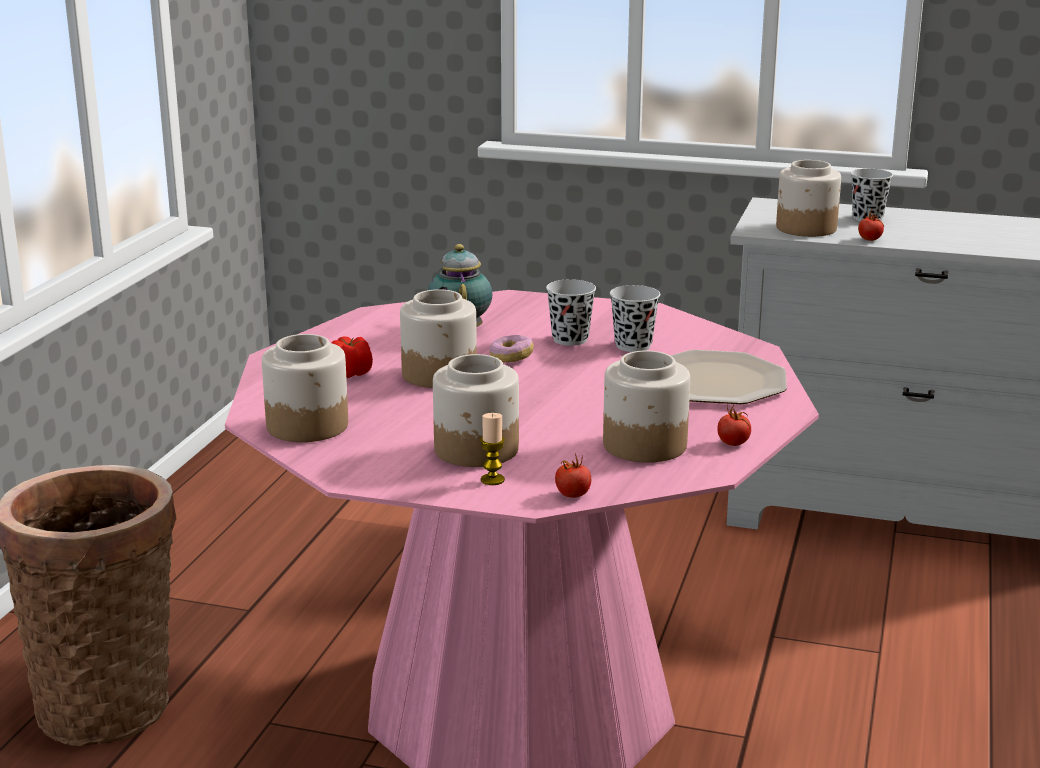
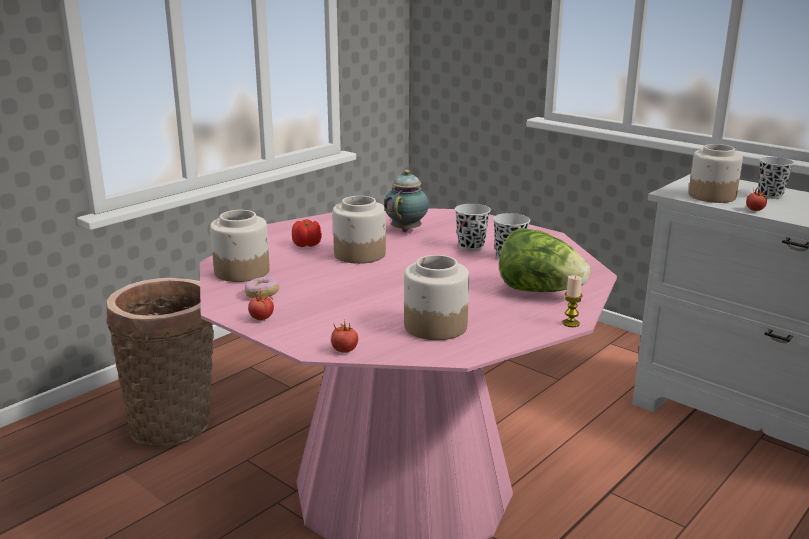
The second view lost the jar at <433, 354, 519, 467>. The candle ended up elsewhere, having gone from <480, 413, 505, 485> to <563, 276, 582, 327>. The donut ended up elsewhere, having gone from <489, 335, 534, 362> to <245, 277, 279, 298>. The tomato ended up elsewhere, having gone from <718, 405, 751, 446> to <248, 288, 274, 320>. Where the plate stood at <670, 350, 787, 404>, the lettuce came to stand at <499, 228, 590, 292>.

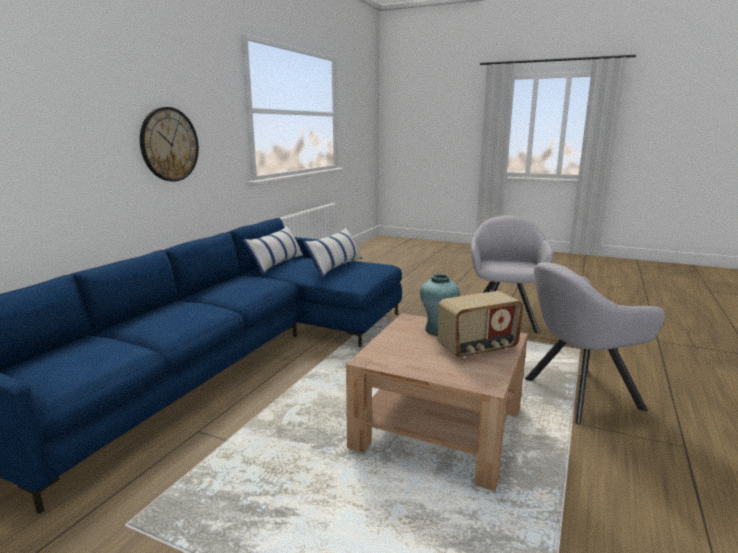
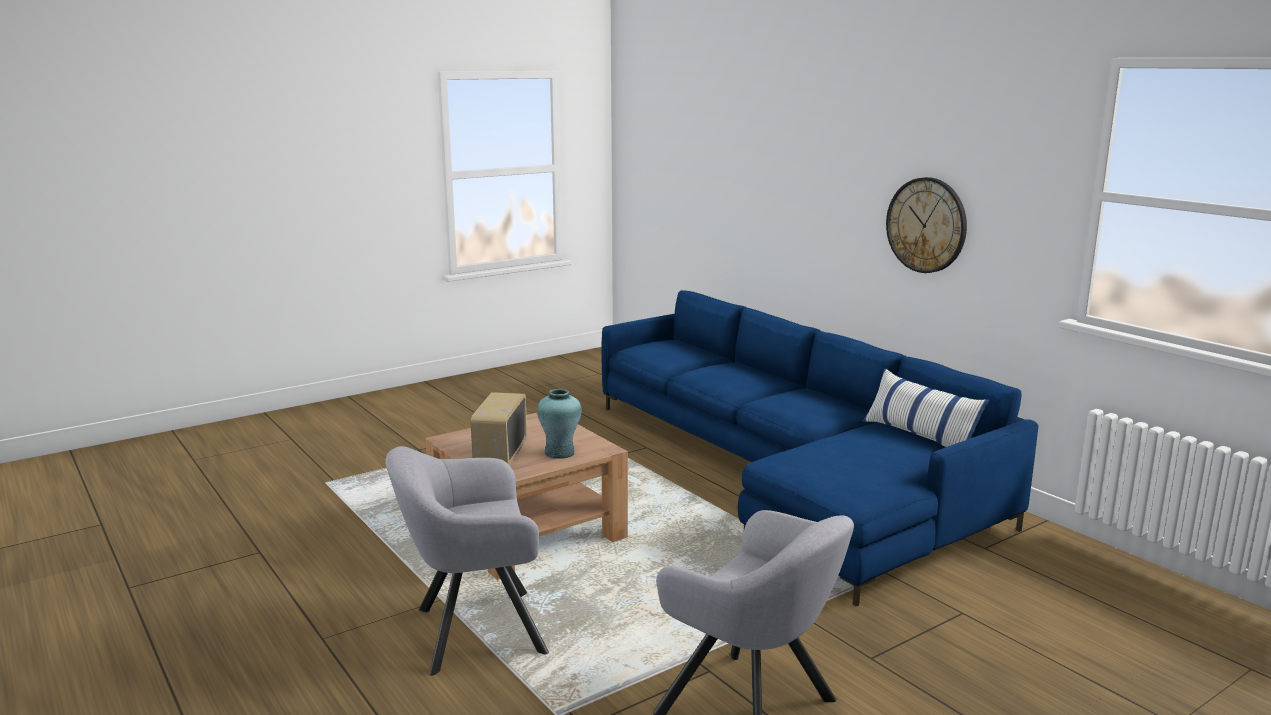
The second view lost the pillow at <303, 227, 362, 278>. The armchair/grey at <525, 262, 665, 424> ended up facing another way, 120 degrees counterclockwise from before.

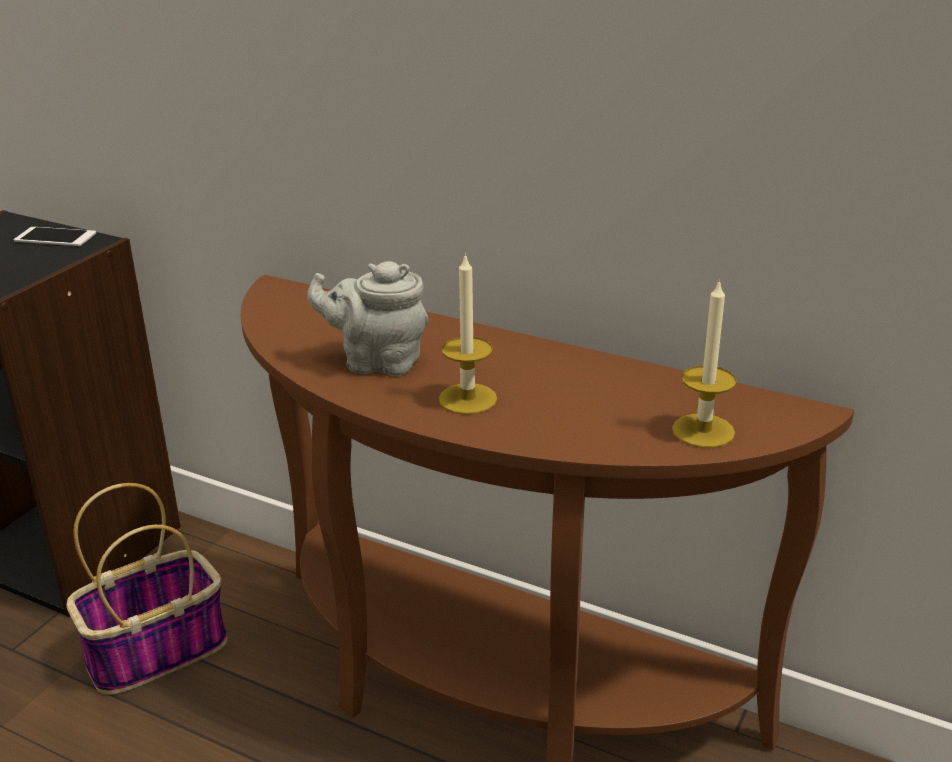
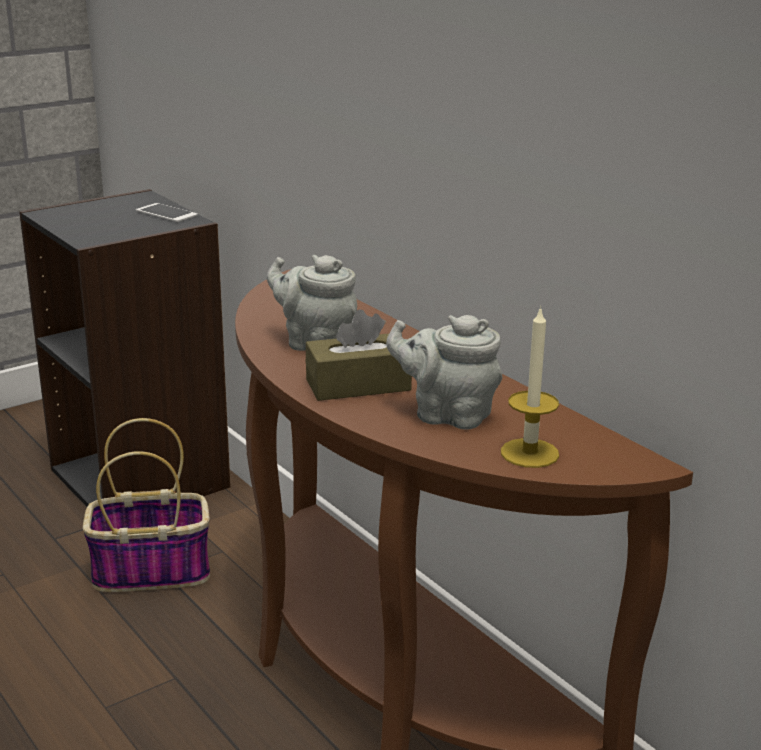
The second view gained the teapot/grey at <386, 315, 502, 430>. Where the candle stood at <439, 253, 497, 415>, the tissue box/brown came to stand at <306, 309, 412, 401>.

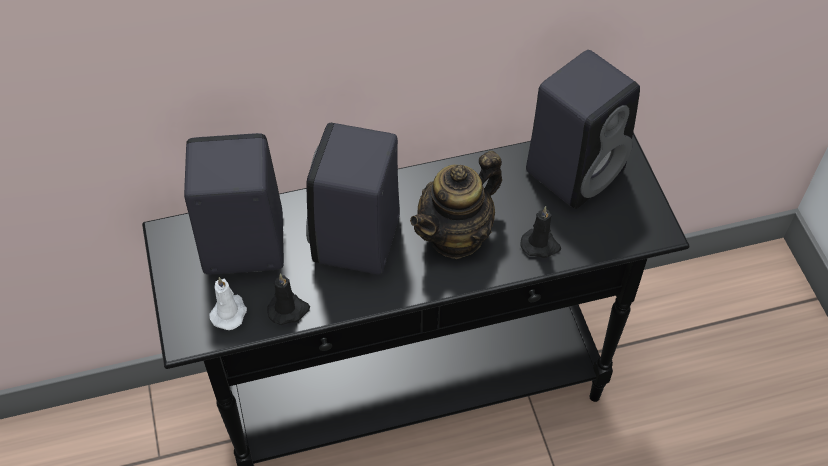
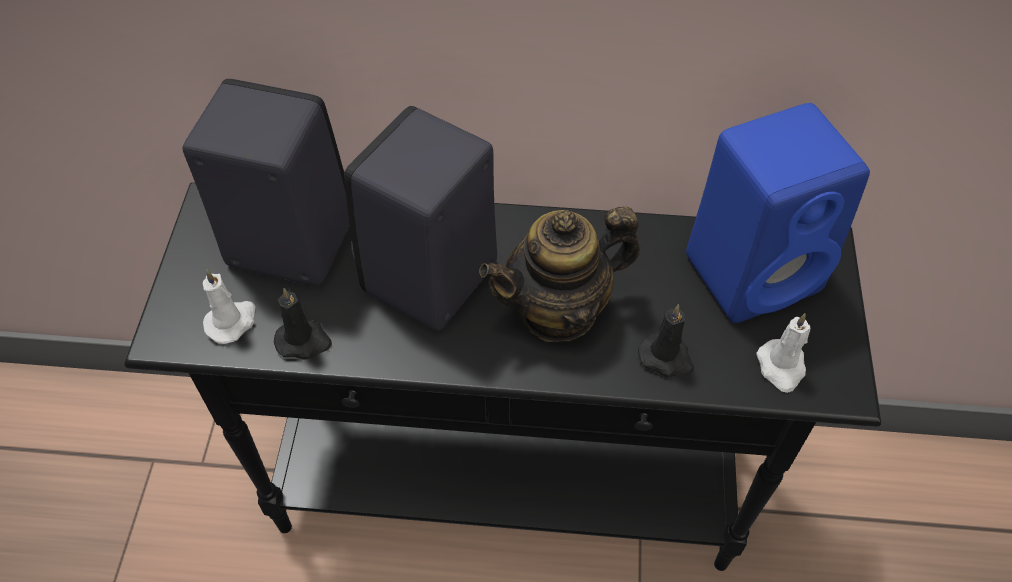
The second view gained the candle/white at <756, 313, 810, 393>. What was the speaker/black at <526, 50, 640, 209> turned into the speaker/blue at <686, 103, 870, 323>.

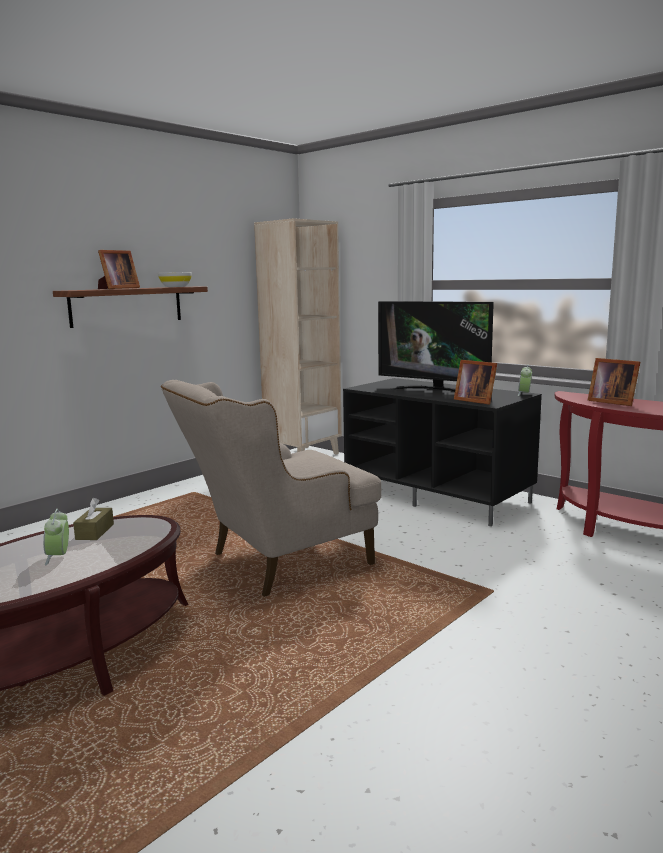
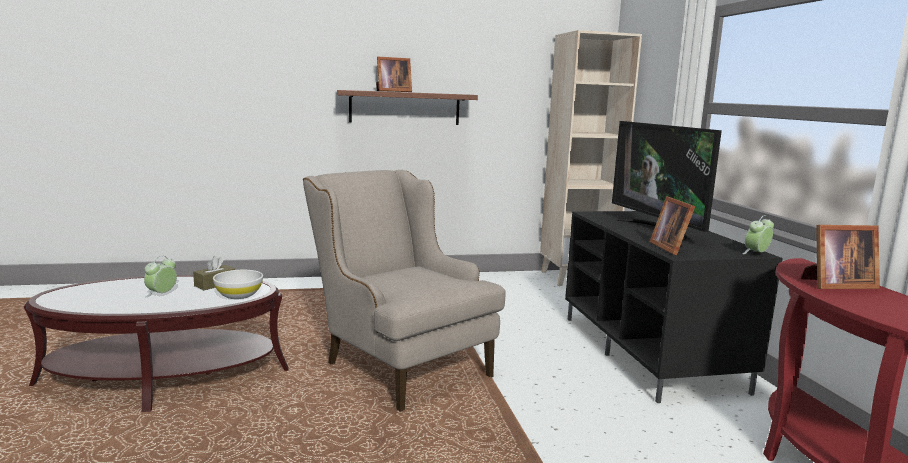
The bowl/white ended up elsewhere, having gone from <158, 272, 192, 287> to <213, 270, 263, 299>. The armchair/beige at <161, 380, 381, 597> ended up facing another way, 45 degrees clockwise from before. The picture frame at <588, 358, 640, 406> ended up facing another way, 90 degrees counterclockwise from before.

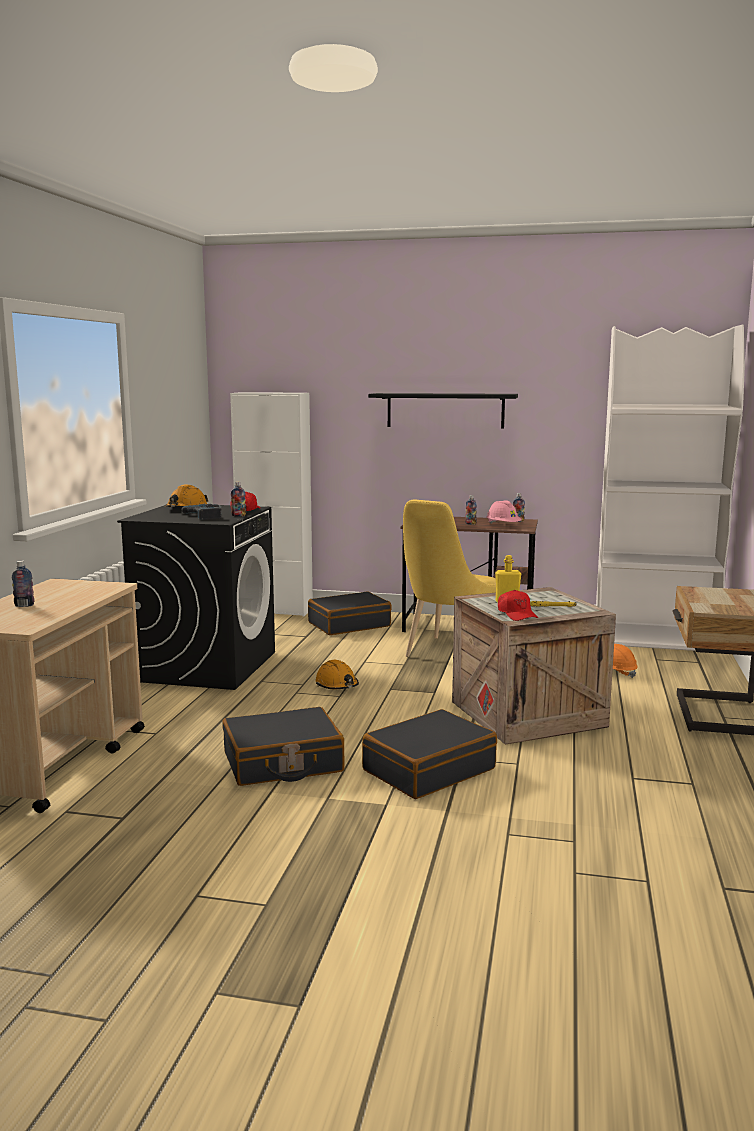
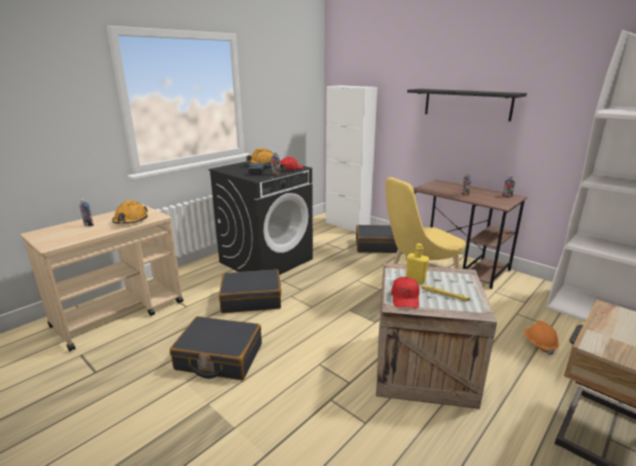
The second view lost the hard hat/pink at <487, 500, 522, 524>. The hard hat/orange ended up elsewhere, having gone from <315, 660, 359, 689> to <112, 201, 148, 224>. The suitcase/black ended up elsewhere, having gone from <362, 709, 497, 799> to <219, 269, 281, 313>.

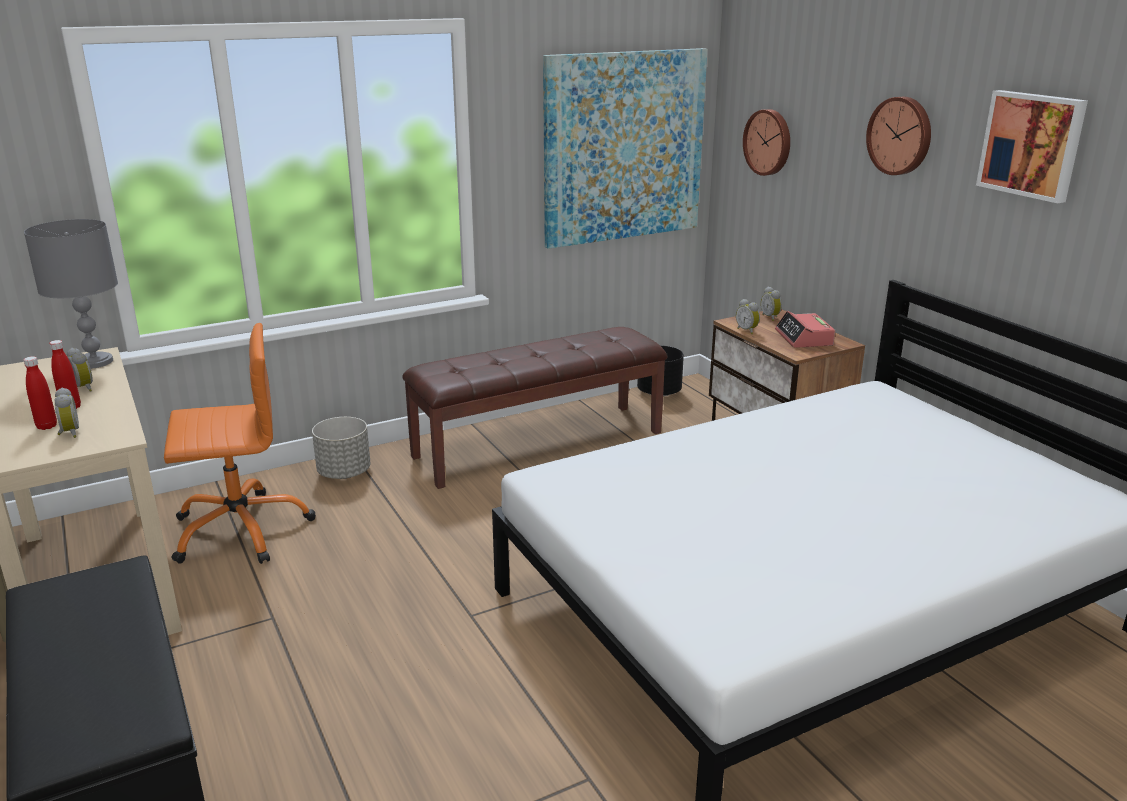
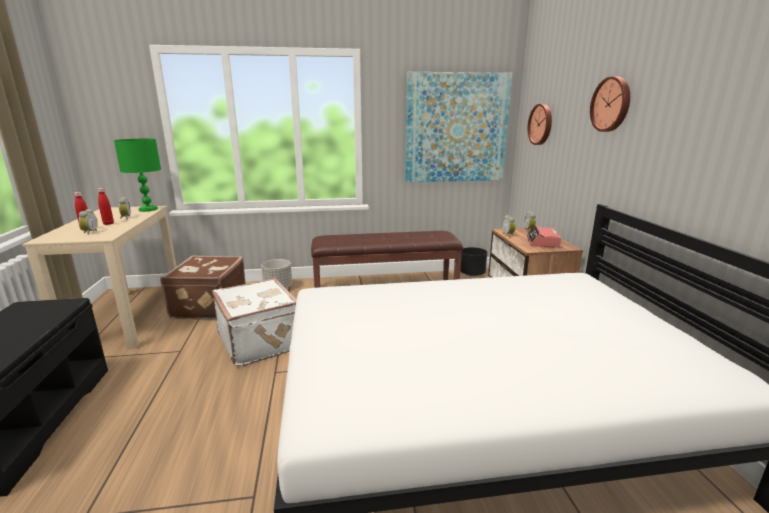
The second view lost the picture at <976, 90, 1088, 204>. The second view gained the suitcase/white at <212, 278, 297, 367>. Where the office chair/orange stood at <164, 323, 316, 564>, the suitcase/brown came to stand at <160, 255, 246, 320>. What was the table lamp/grey at <24, 219, 118, 369> turned into the table lamp/green at <114, 139, 161, 212>.

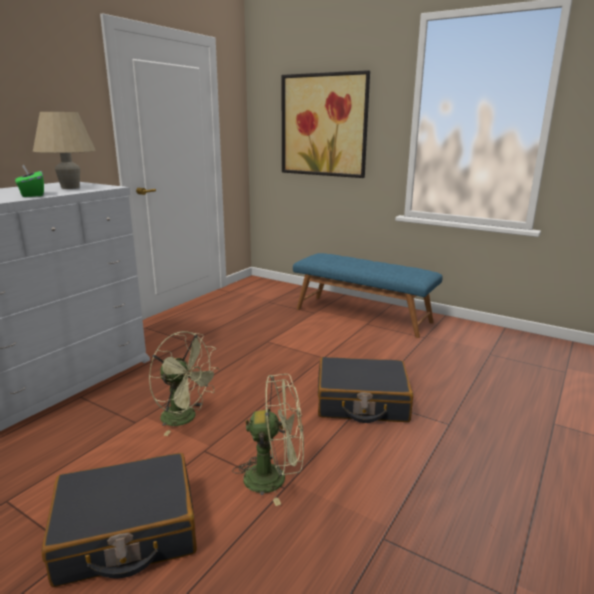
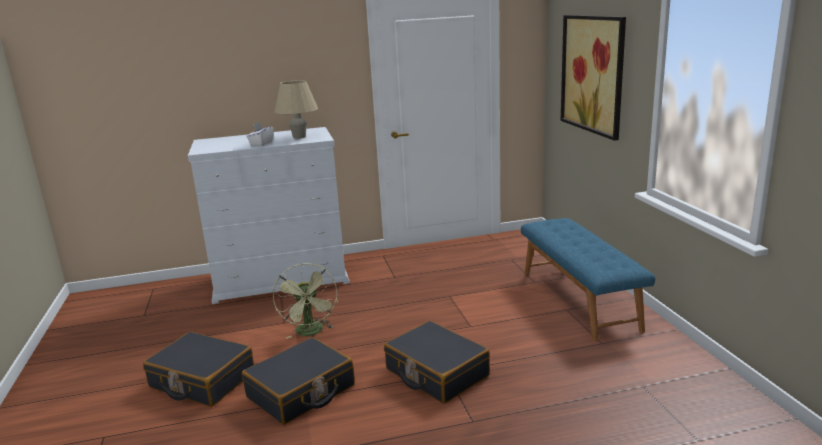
Where the fan/green stood at <232, 374, 304, 506>, the suitcase/black came to stand at <242, 337, 355, 424>. What was the tissue box/green at <15, 164, 44, 197> turned into the tissue box/white at <246, 122, 274, 146>.

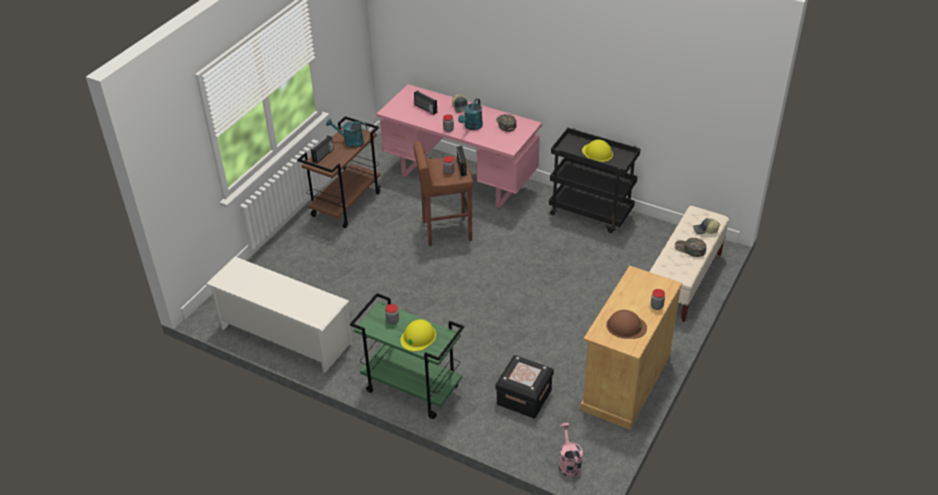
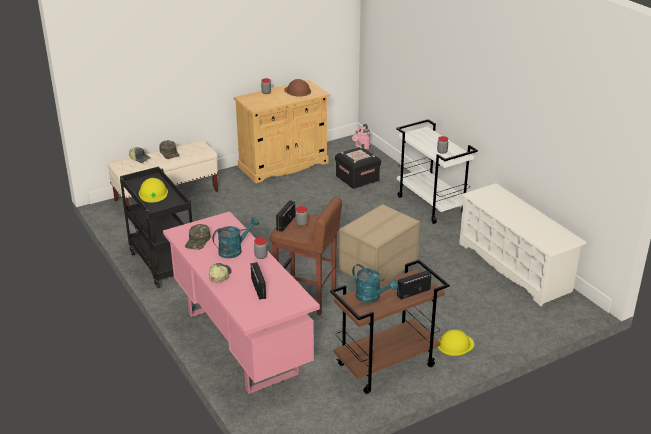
The second view gained the cardboard box at <339, 204, 420, 282>. The hard hat/yellow ended up elsewhere, having gone from <400, 319, 436, 352> to <438, 329, 474, 356>. What was the cart/green at <350, 293, 464, 419> turned into the cart/white at <396, 119, 478, 224>.

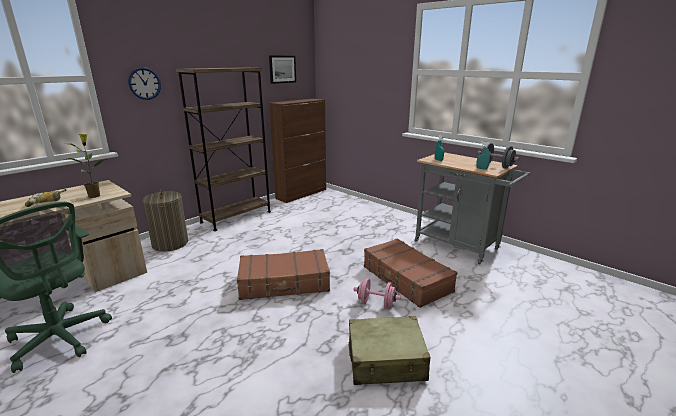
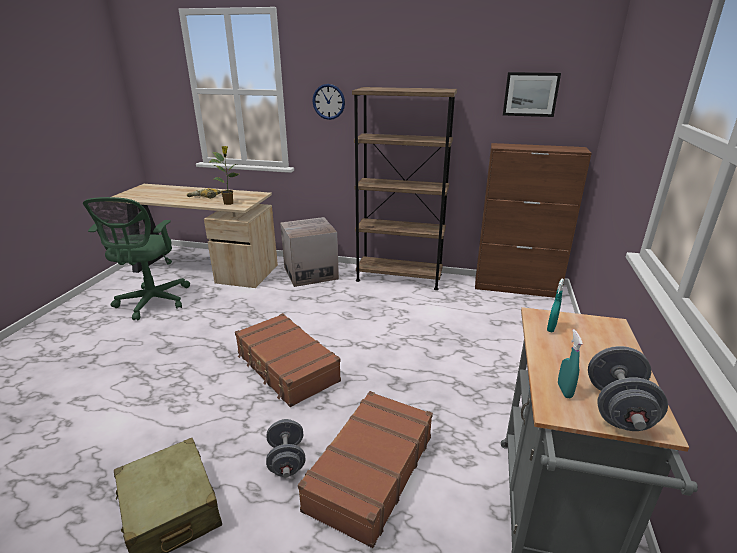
Where the laundry basket stood at <142, 189, 188, 252>, the cardboard box came to stand at <280, 217, 339, 287>. What was the dumbbell/pink at <354, 278, 401, 309> turned into the dumbbell/grey at <266, 419, 305, 478>.

